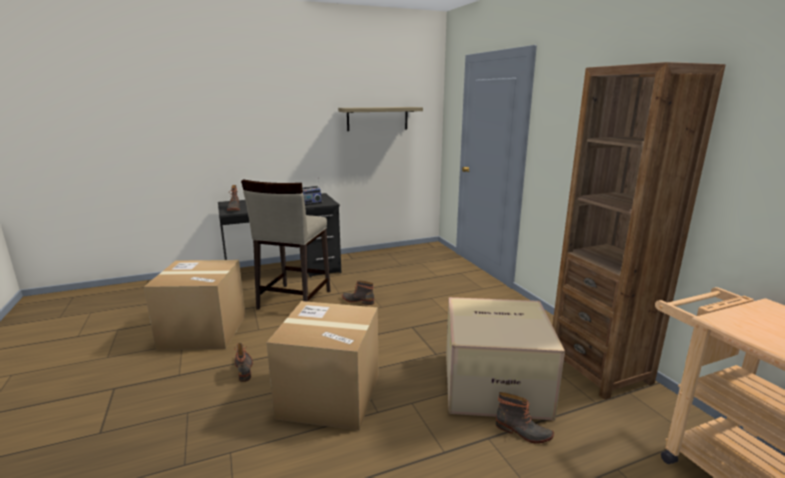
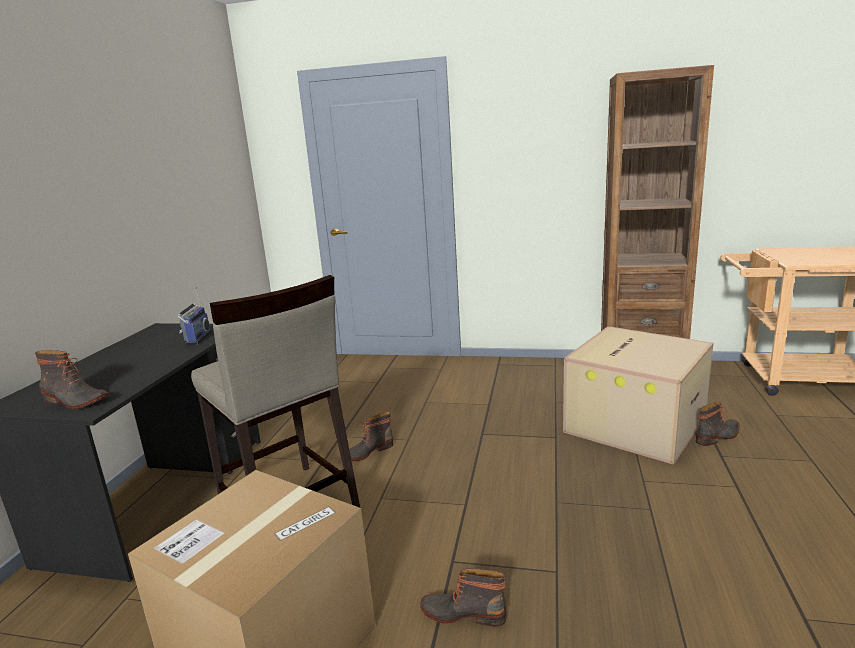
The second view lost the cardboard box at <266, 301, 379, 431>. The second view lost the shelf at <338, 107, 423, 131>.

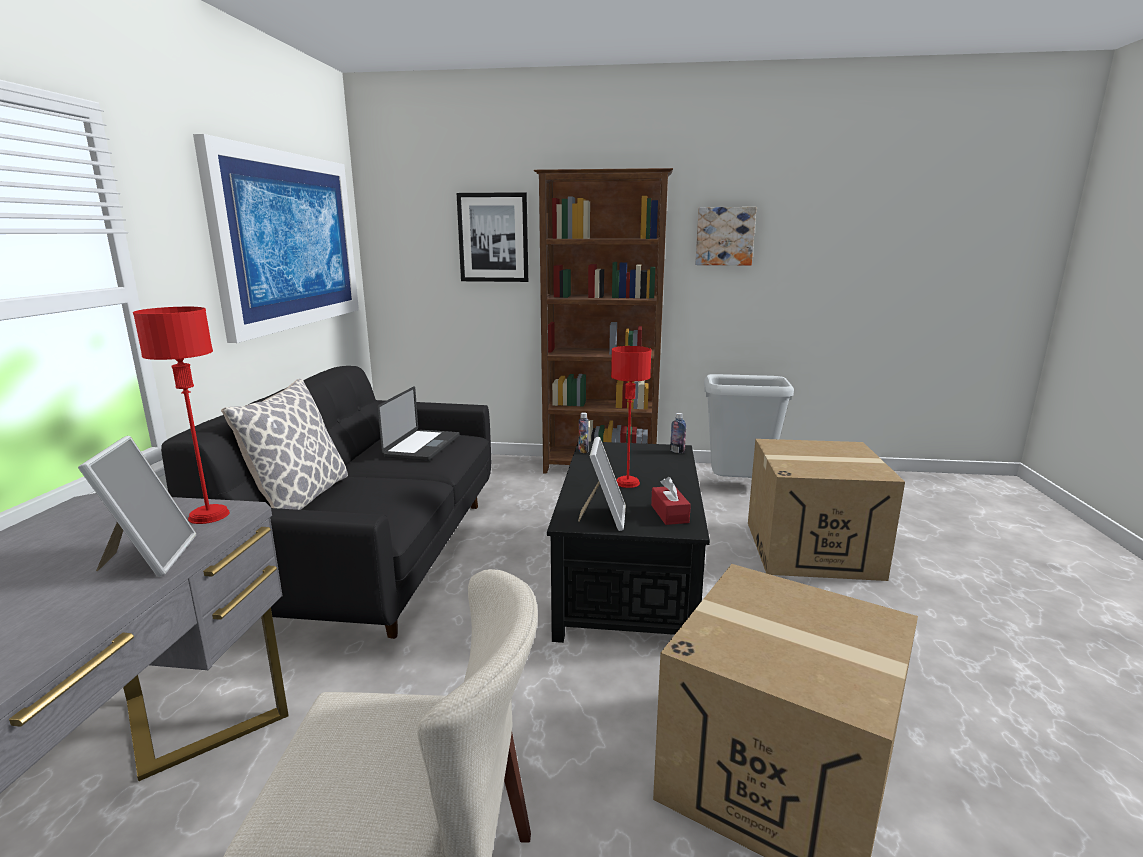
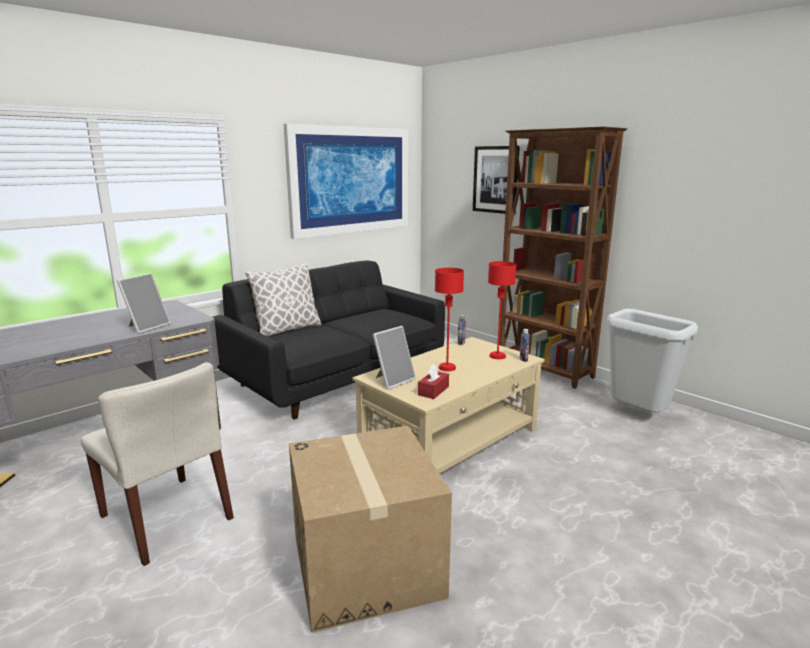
The second view lost the laptop at <378, 386, 460, 461>. The second view lost the picture at <695, 207, 756, 265>. The second view lost the cardboard box at <748, 439, 905, 581>. The table lamp/red ended up elsewhere, having gone from <133, 307, 230, 524> to <488, 261, 517, 359>. What was the coffee table/black at <547, 441, 710, 643> turned into the coffee table/beige at <353, 337, 544, 474>.

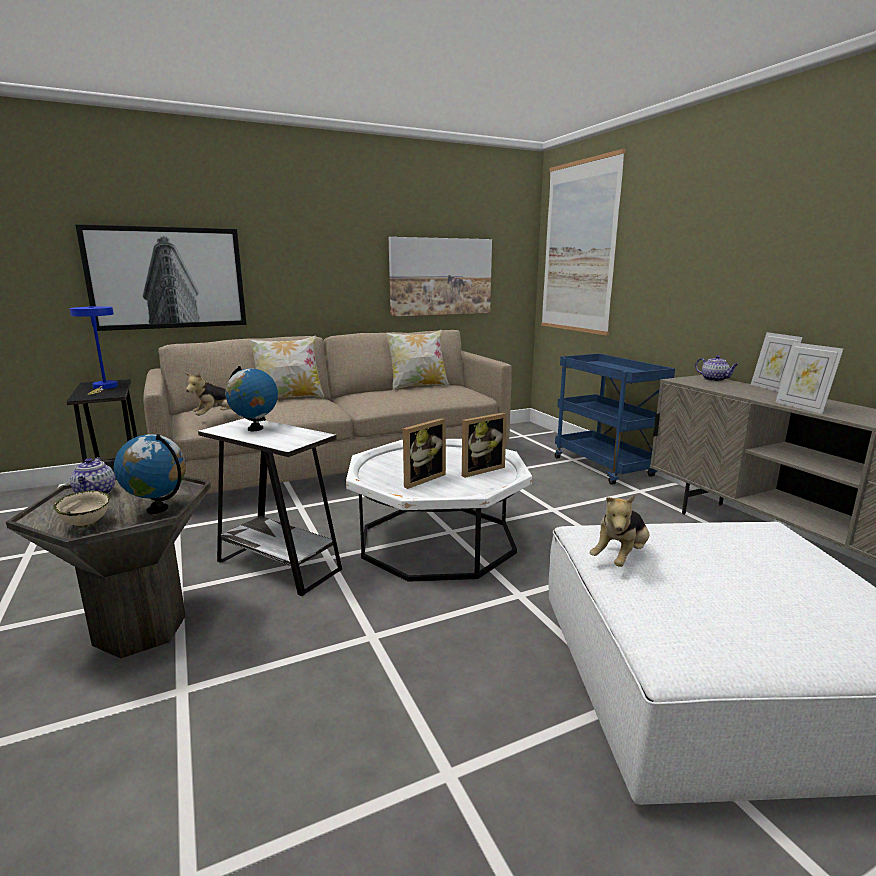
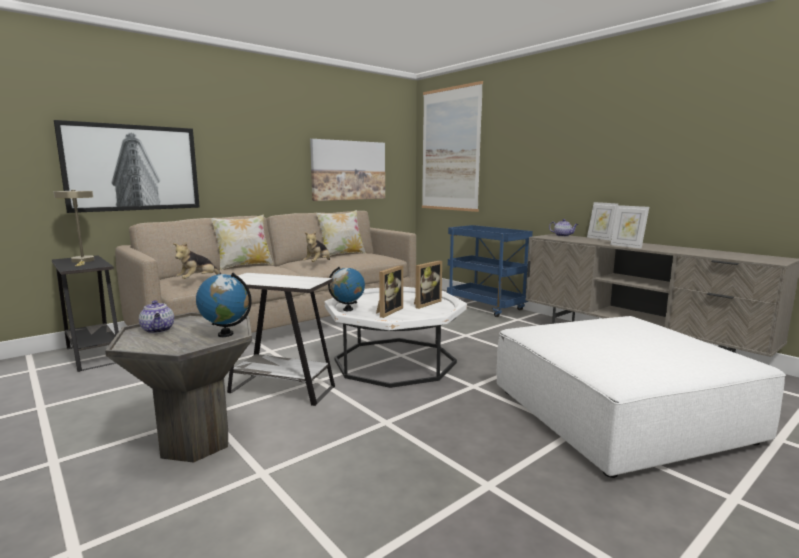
The second view lost the bowl/beige at <54, 490, 110, 528>. The globe ended up elsewhere, having gone from <225, 366, 278, 431> to <328, 267, 365, 311>. The plush toy ended up elsewhere, having gone from <590, 495, 649, 567> to <303, 231, 330, 262>. What was the table lamp/blue at <70, 306, 118, 395> turned into the table lamp/beige at <54, 190, 94, 266>.

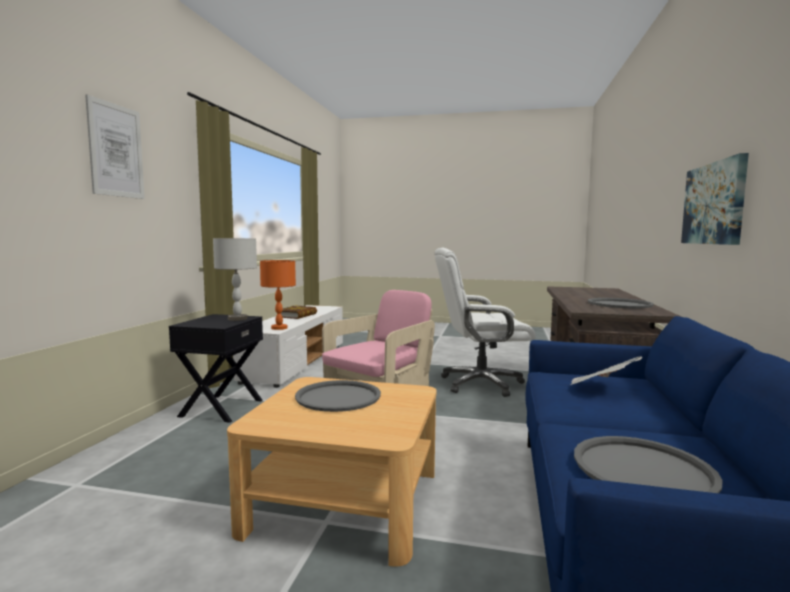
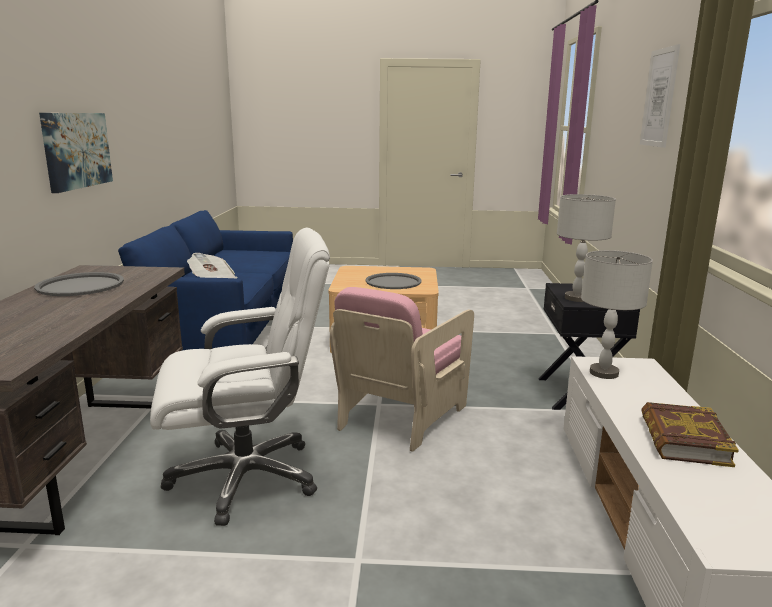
The second view lost the tray/grey at <574, 436, 723, 493>. What was the table lamp/orange at <260, 260, 296, 330> turned into the table lamp/grey at <581, 250, 653, 379>.

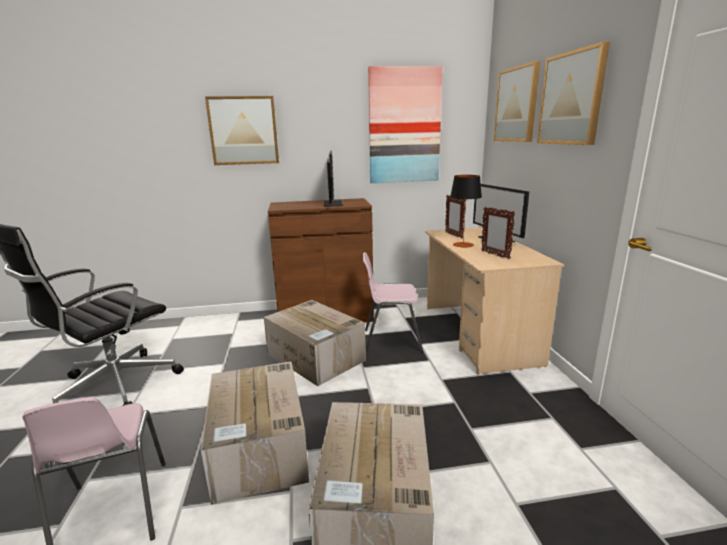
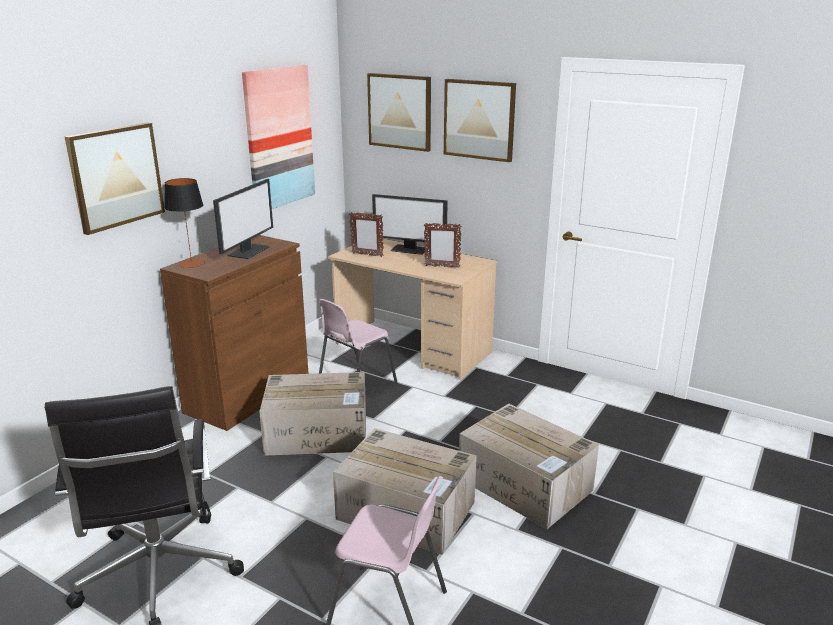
The table lamp ended up elsewhere, having gone from <450, 175, 482, 247> to <164, 178, 205, 268>. The monitor at <323, 151, 343, 207> ended up facing another way, 75 degrees clockwise from before.

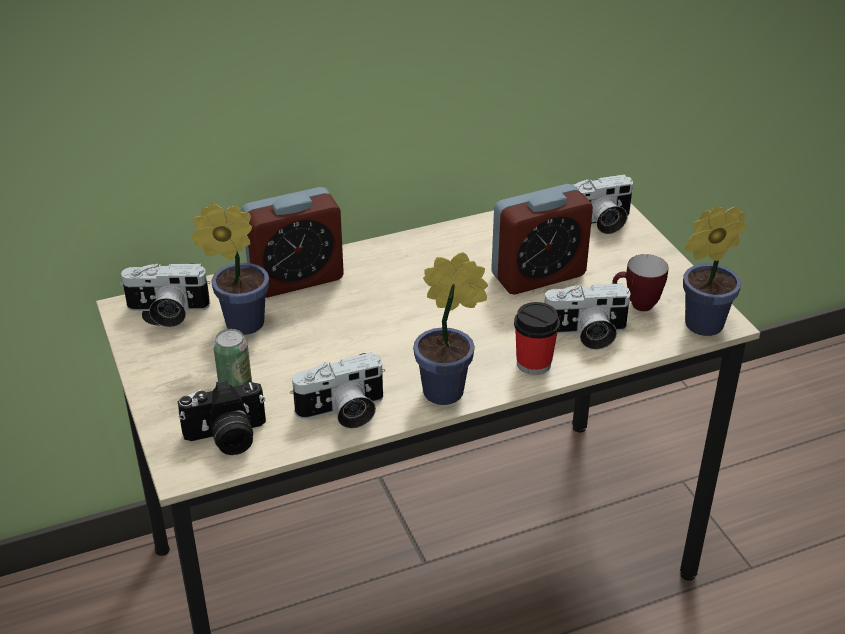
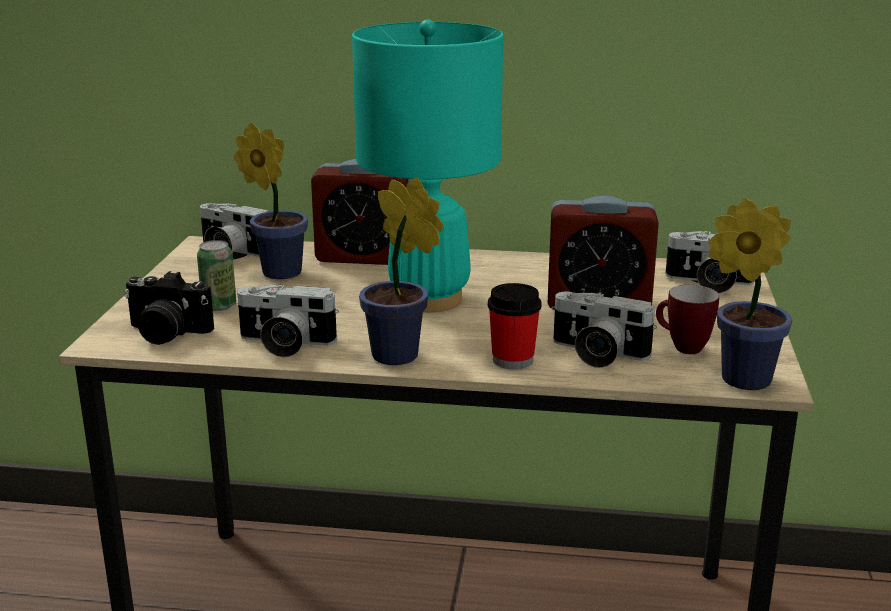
The second view gained the table lamp/turquoise at <352, 20, 503, 312>.

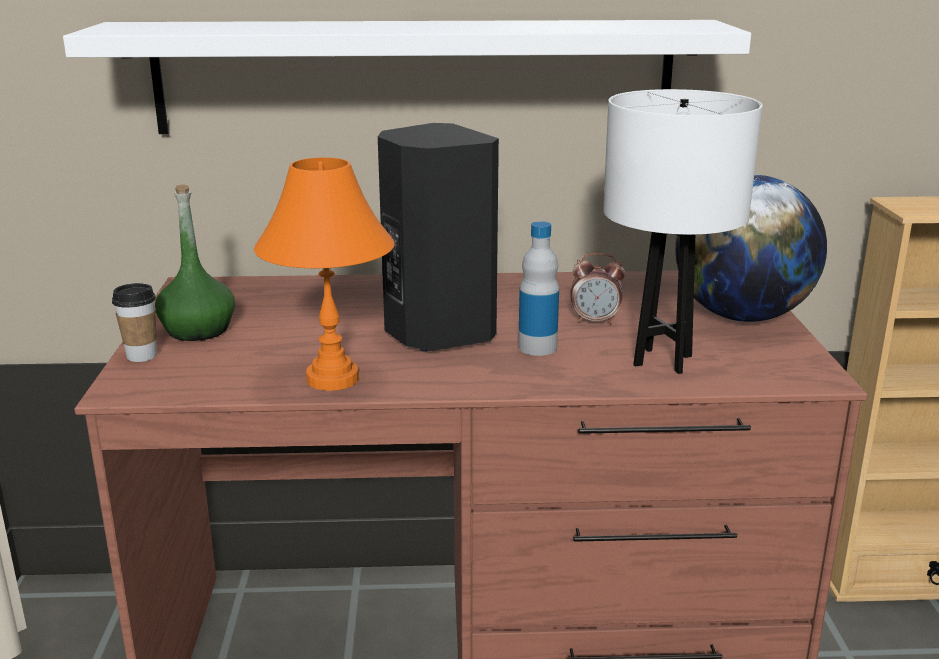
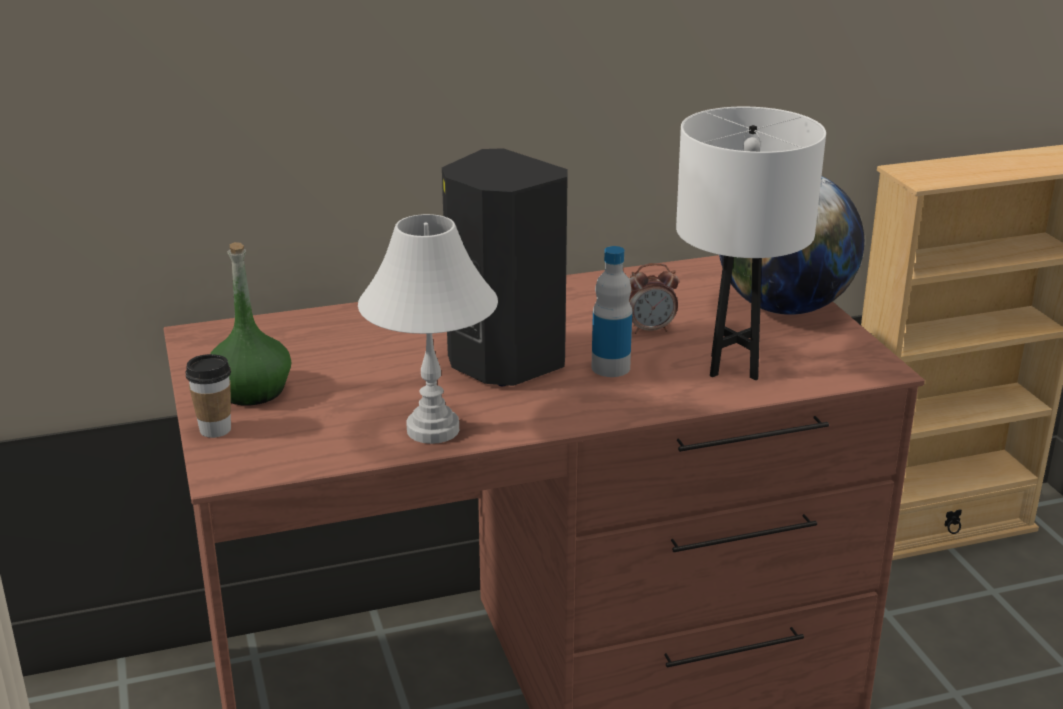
The second view lost the shelf/white at <63, 20, 751, 134>. What was the table lamp/orange at <254, 157, 395, 391> turned into the table lamp/white at <358, 214, 498, 444>.

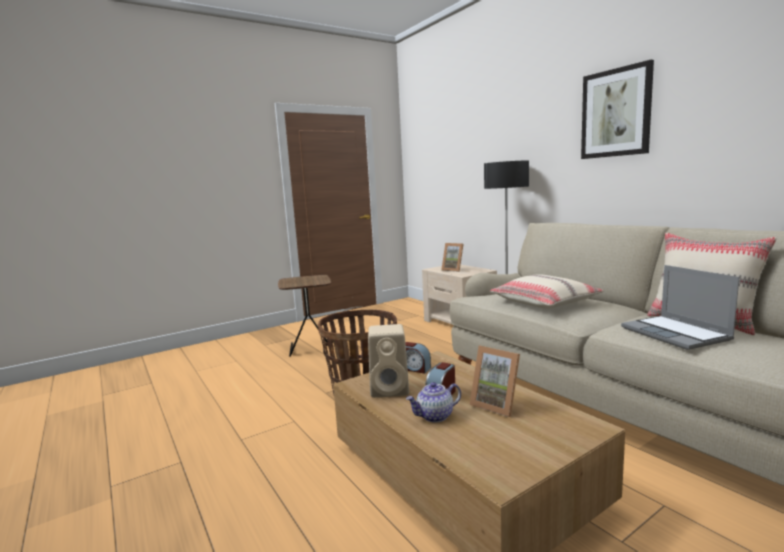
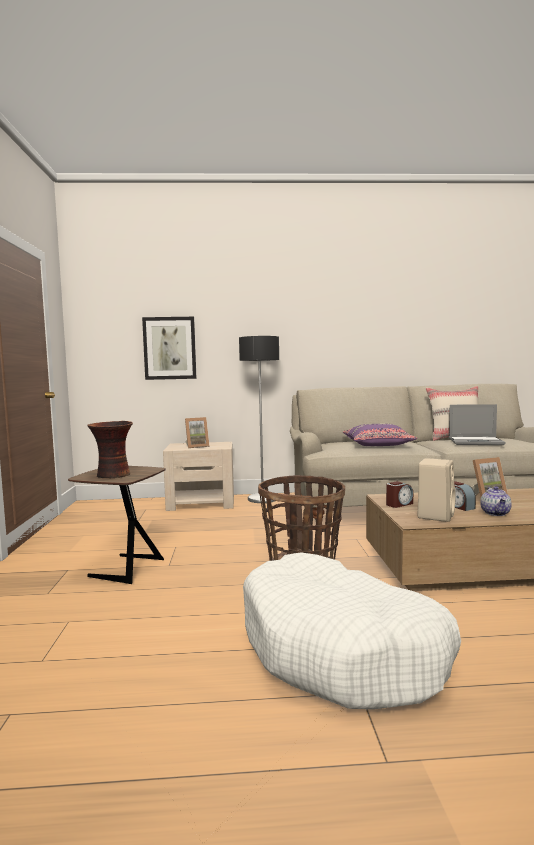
The second view gained the vase at <87, 421, 133, 478>. The second view gained the dog bed/white at <243, 552, 461, 709>. The picture ended up elsewhere, having gone from <581, 60, 654, 159> to <142, 317, 197, 380>. What was the pillow/beige at <490, 274, 604, 308> turned into the pillow/purple at <343, 424, 417, 446>.

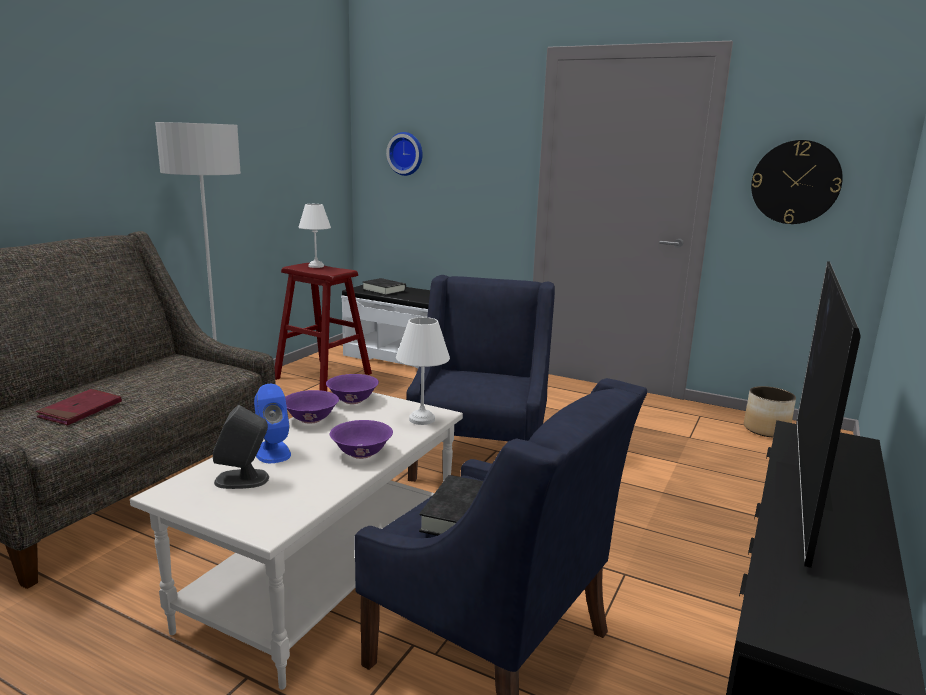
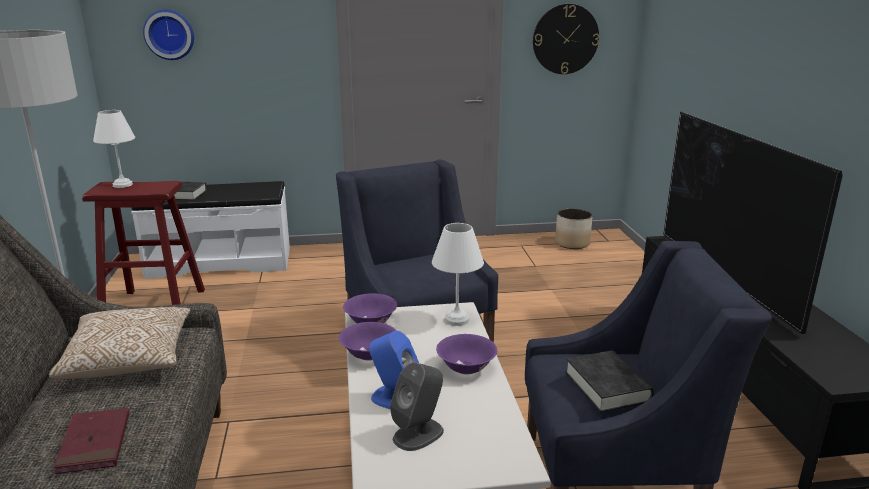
The second view gained the pillow at <49, 307, 191, 379>.

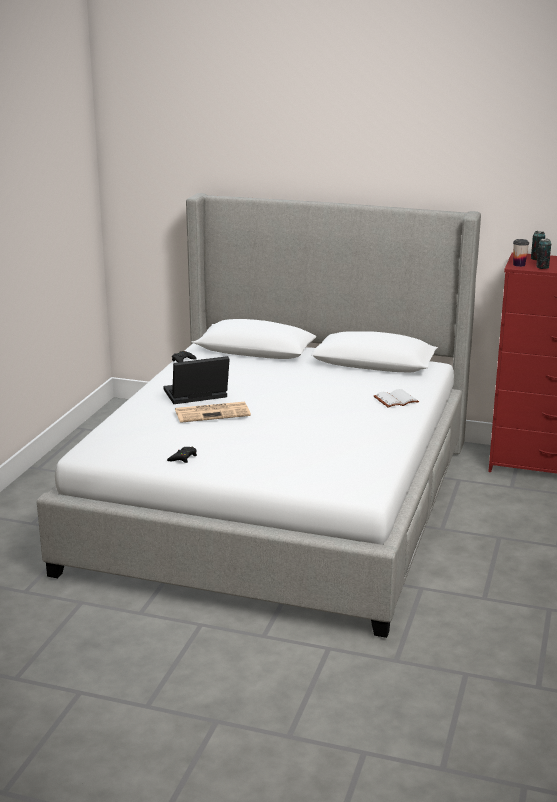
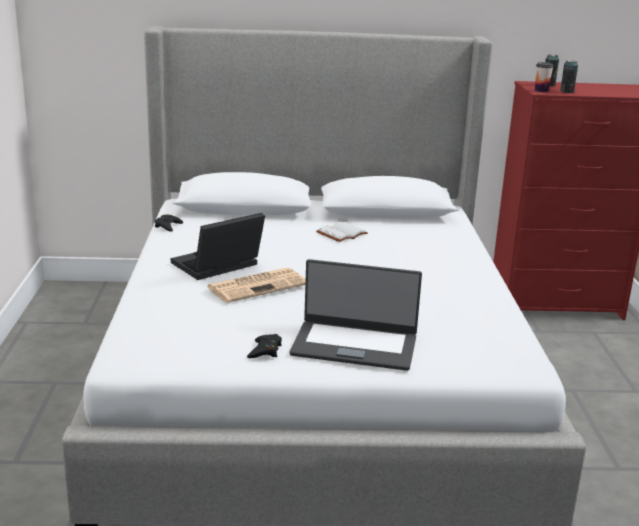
The second view gained the laptop at <290, 259, 422, 371>. The book/white ended up elsewhere, having gone from <374, 389, 419, 408> to <316, 222, 368, 242>.

